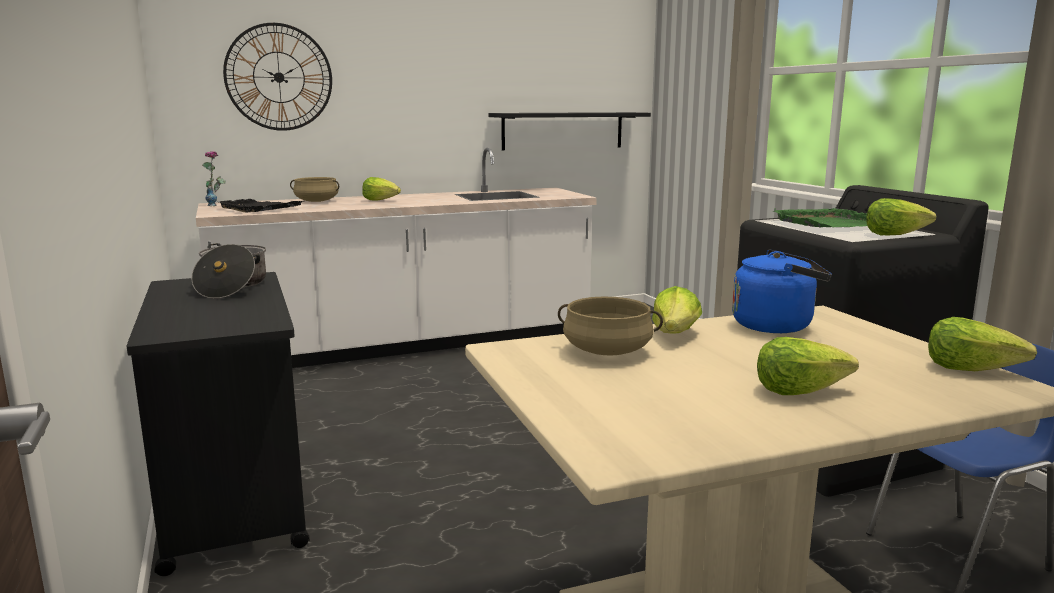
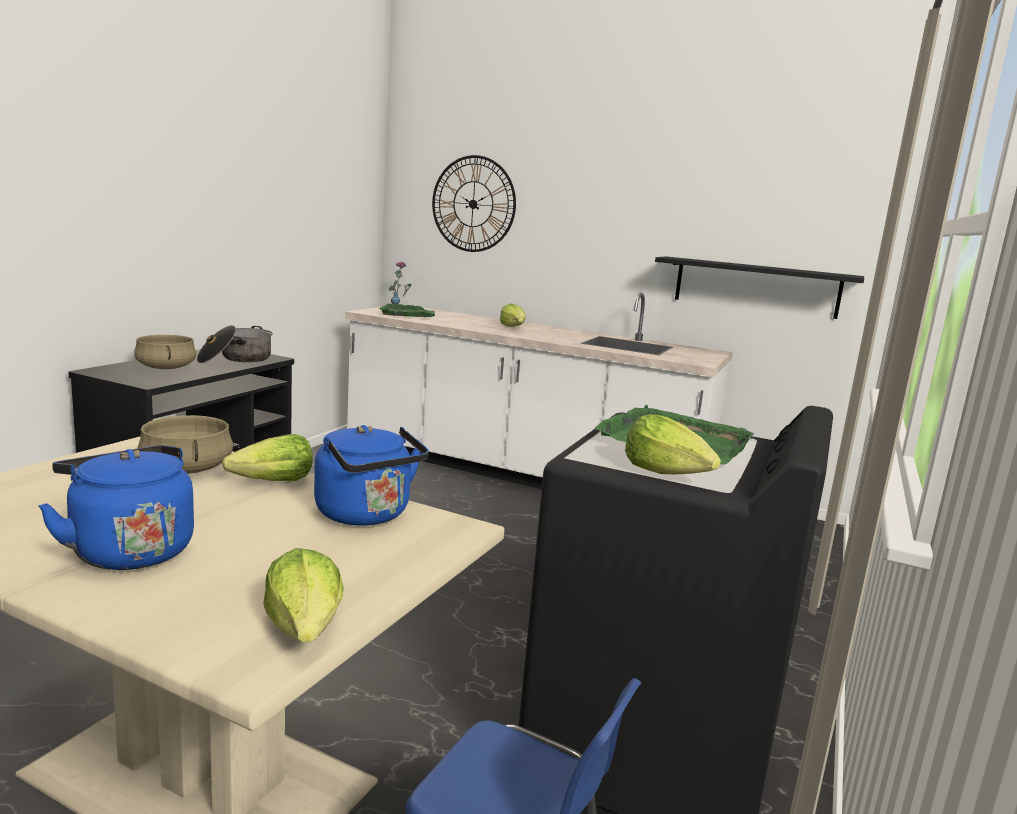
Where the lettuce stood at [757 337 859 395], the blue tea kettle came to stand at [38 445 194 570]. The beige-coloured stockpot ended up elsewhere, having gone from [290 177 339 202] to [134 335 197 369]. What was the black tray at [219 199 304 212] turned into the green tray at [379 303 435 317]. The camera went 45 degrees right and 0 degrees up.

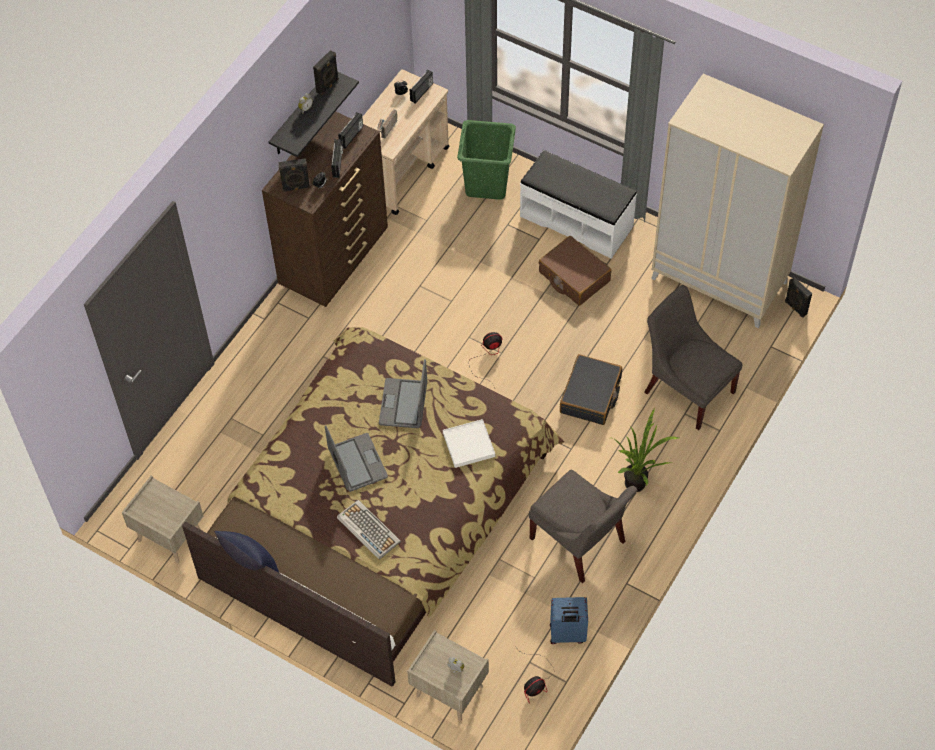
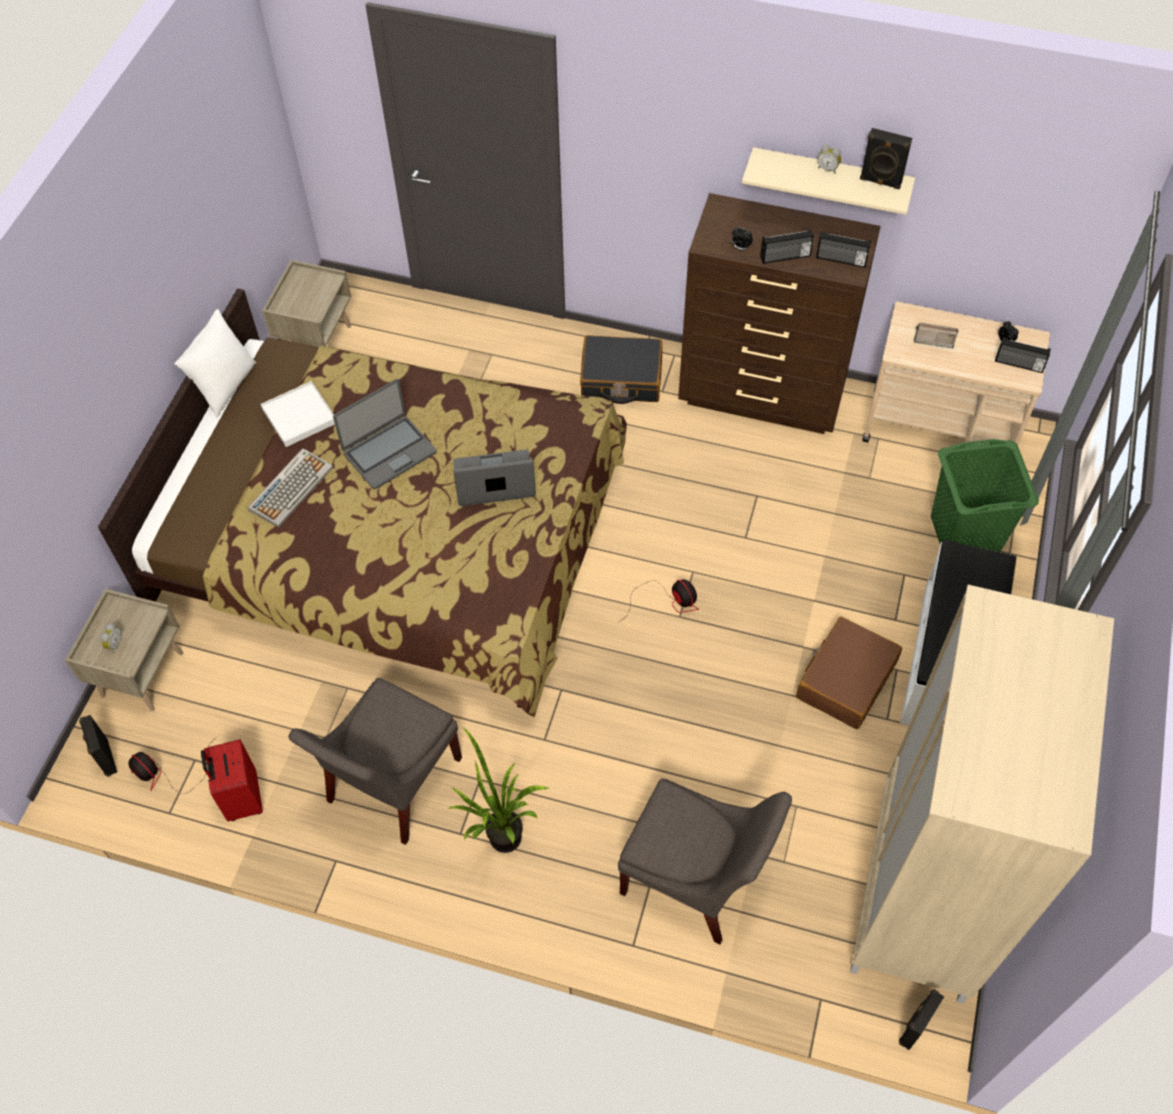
The black loudspeaker ended up elsewhere, having gone from [278 158 310 192] to [79 715 117 777]. What was the blue cushion at [215 531 279 573] turned into the white-coloured cushion at [175 309 256 418]. What was the blue piece of luggage at [550 597 588 644] turned into the red piece of luggage at [201 739 263 822]. The white-coloured tray ended up elsewhere, having gone from [443 419 495 468] to [261 381 335 447]. The black piece of luggage ended up elsewhere, having gone from [560 354 622 425] to [580 335 662 404]. The grey plain chair at [644 285 742 430] ended up facing another way, 90 degrees clockwise from before. What was the black shelf at [268 71 359 157] turned into the beige-coloured shelf at [742 147 915 215]. The camera went 75 degrees right and 0 degrees up.

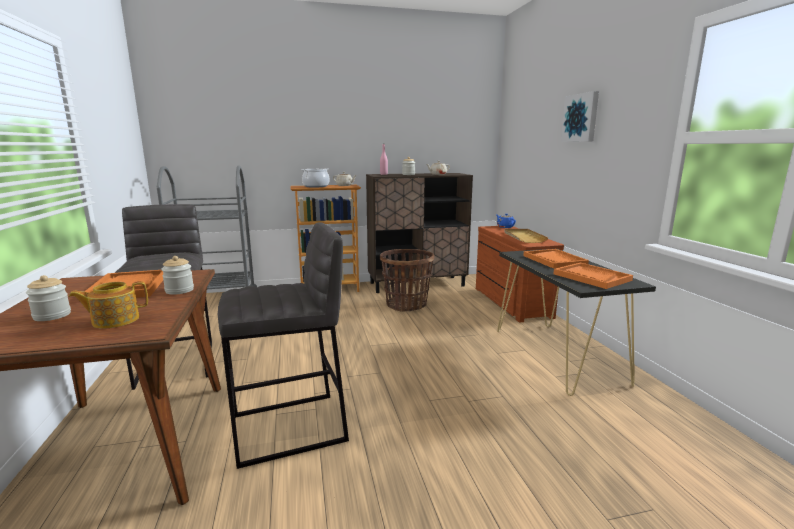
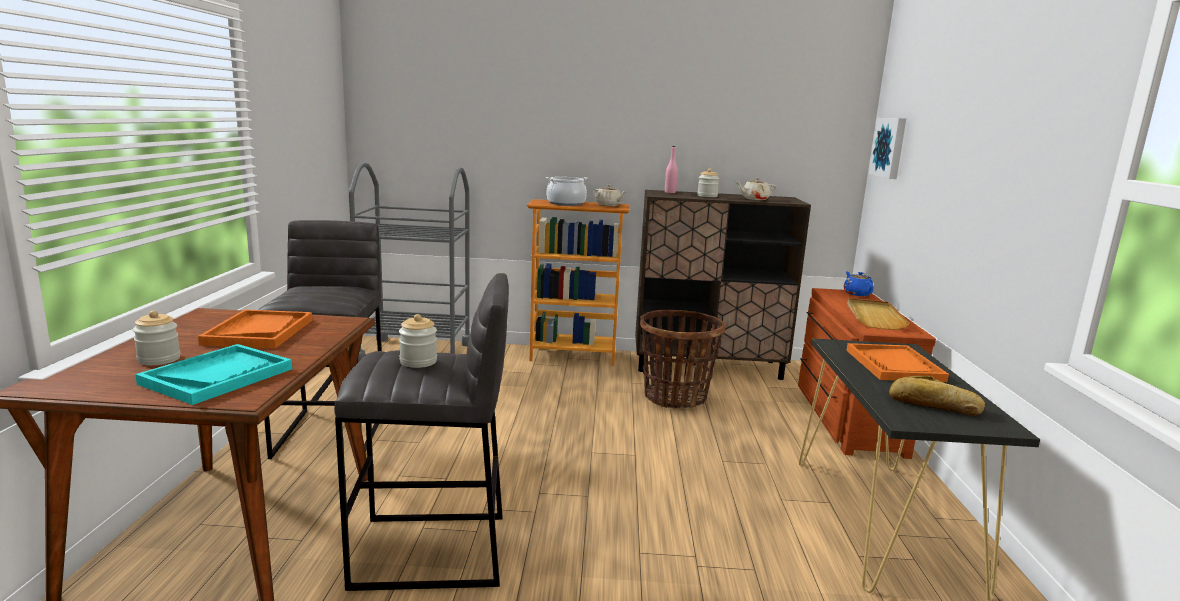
Where the teapot stood at [68 281 148 329], the turquoise tray came to stand at [135 344 292 405]. The preserve jar ended up elsewhere, having gone from [161 256 194 295] to [399 314 437 368]. The picture ended up elsewhere, having gone from [561 91 599 142] to [869 118 906 179]. Where the orange tray stood at [554 262 633 289], the baked bread came to stand at [889 376 985 416]. The camera went 15 degrees right and 0 degrees up.

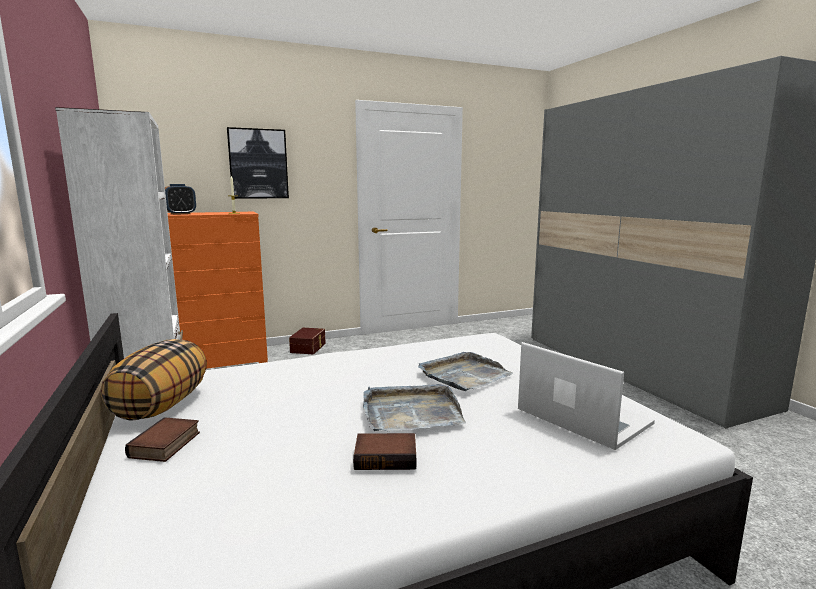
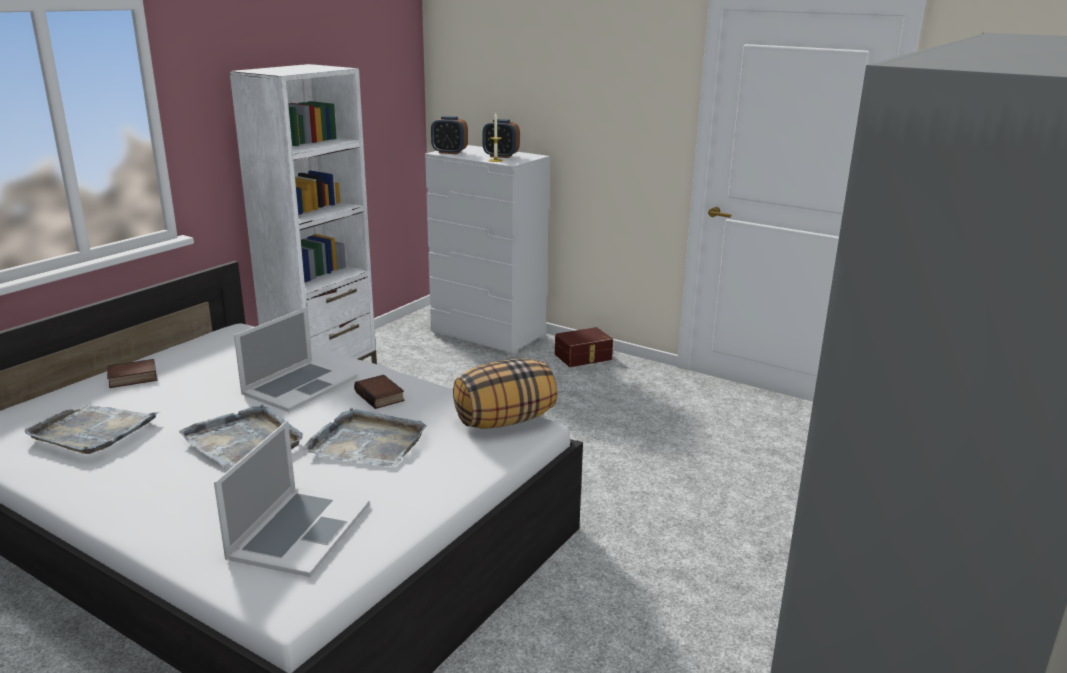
The second view gained the grey tray at [25 405 160 454]. The second view gained the portable computer at [234 307 357 412]. The bound book ended up elsewhere, having gone from [353 433 416 470] to [354 375 405 409]. What was the orange dresser at [168 212 268 369] turned into the white-coloured dresser at [425 145 550 355]. The cushion ended up elsewhere, having gone from [101 339 207 421] to [453 359 557 429]. The second view gained the alarm clock at [483 119 520 158]. The second view lost the picture at [227 127 289 199]. The camera went 55 degrees right and 10 degrees up.

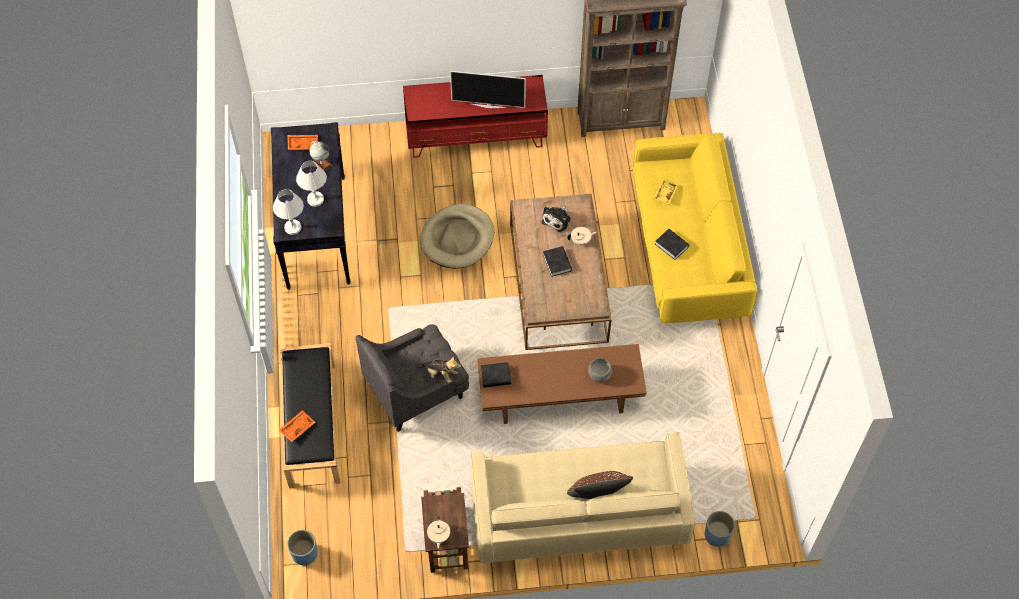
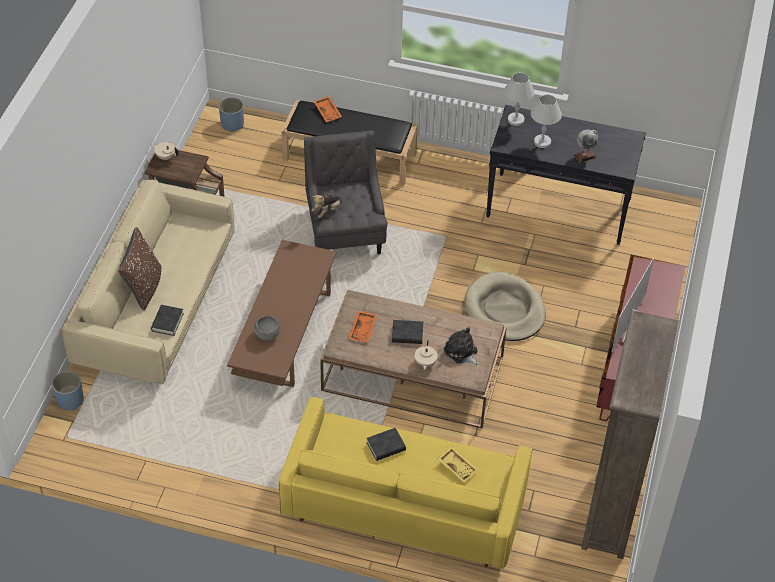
The black bound book ended up elsewhere, having gone from [480 362 511 388] to [151 305 184 336]. The orange tray ended up elsewhere, having gone from [287 135 318 150] to [349 311 377 343]. The camera went 110 degrees right and 10 degrees down.

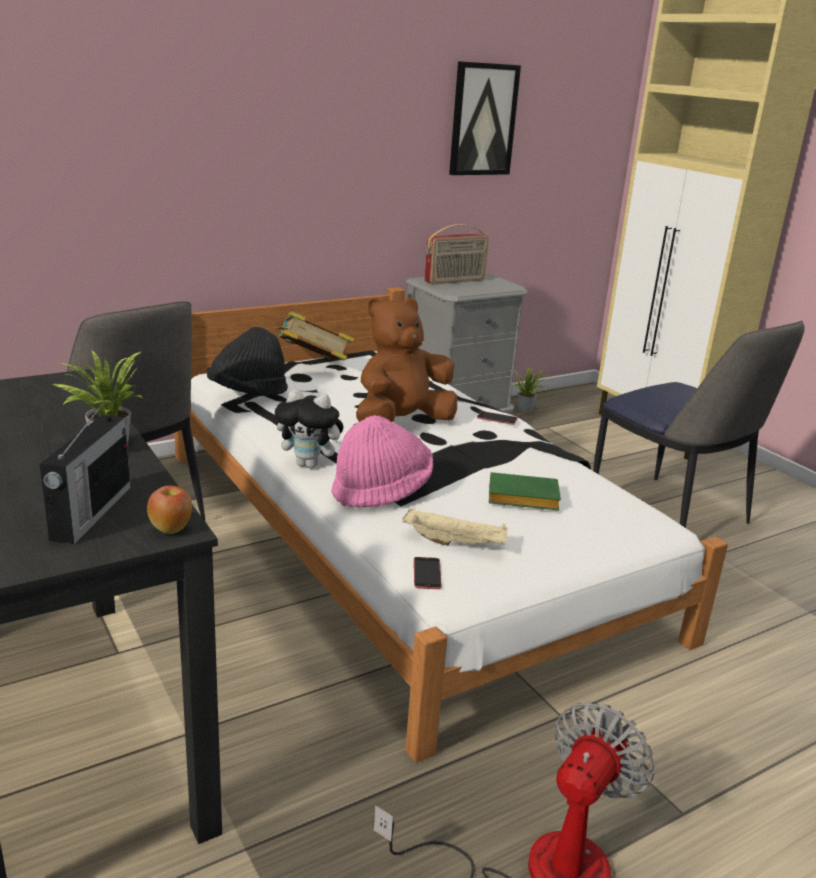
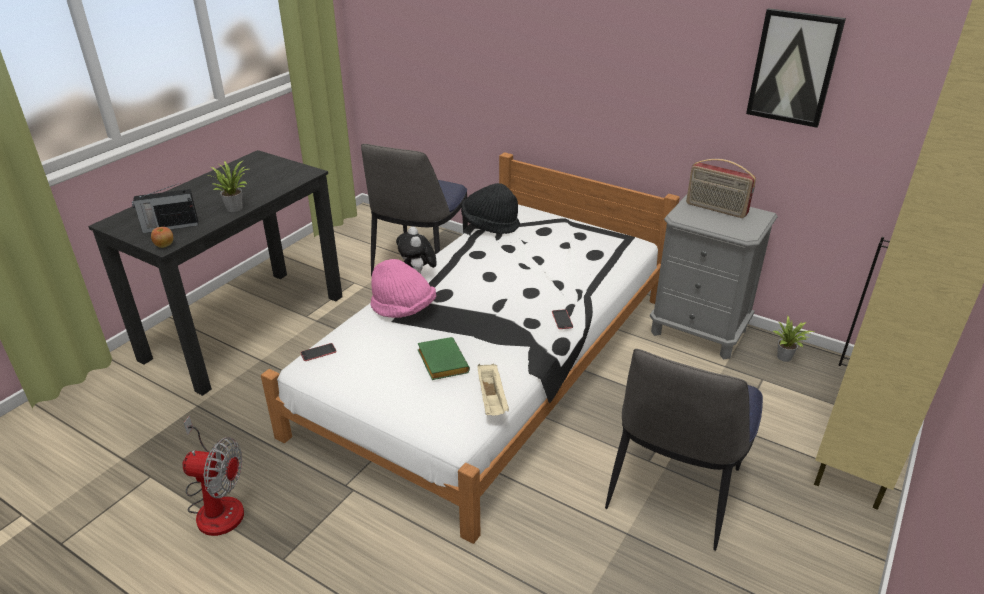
The beige-coloured tray ended up elsewhere, having gone from [402 508 508 546] to [477 364 509 416]. The second view lost the bound book at [274 311 354 360]. The second view lost the brown cuddly toy at [356 297 457 422]. The camera went 65 degrees right and 10 degrees up.

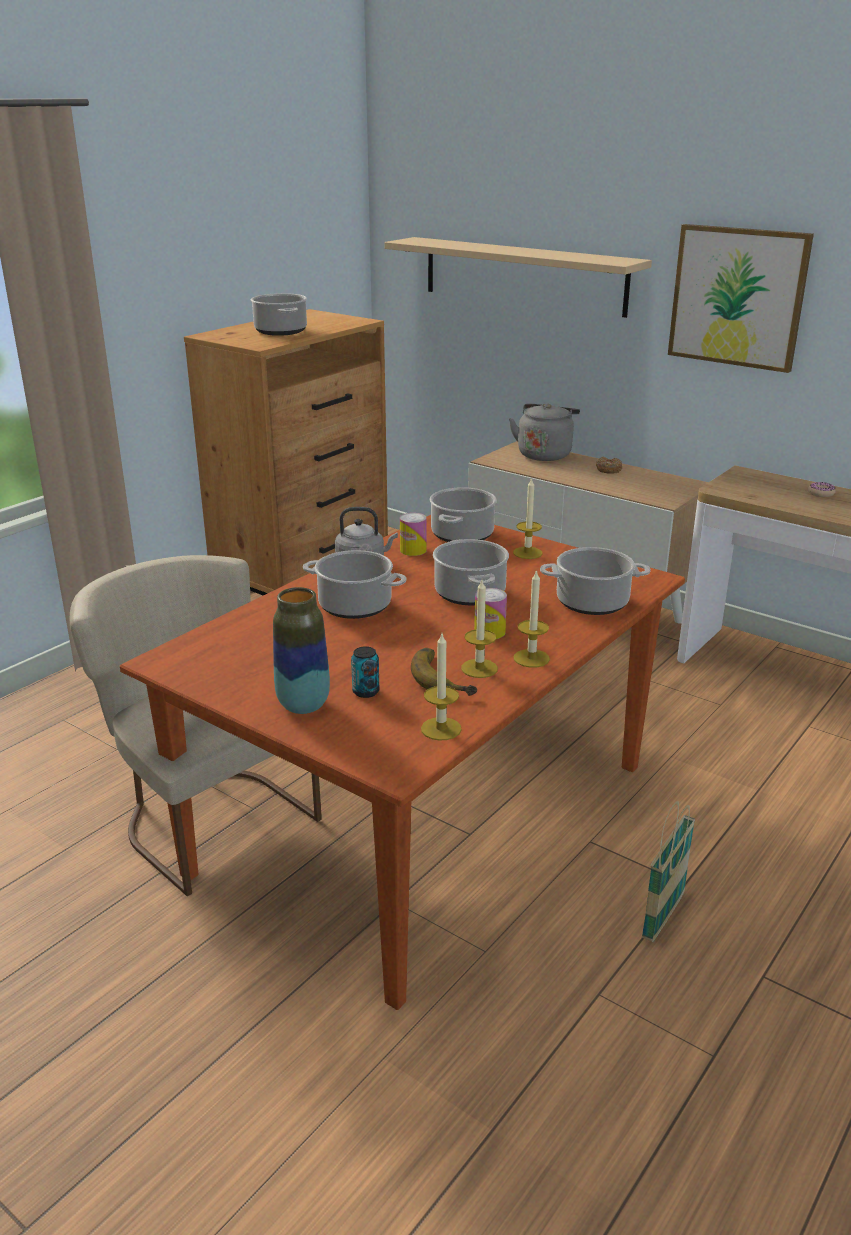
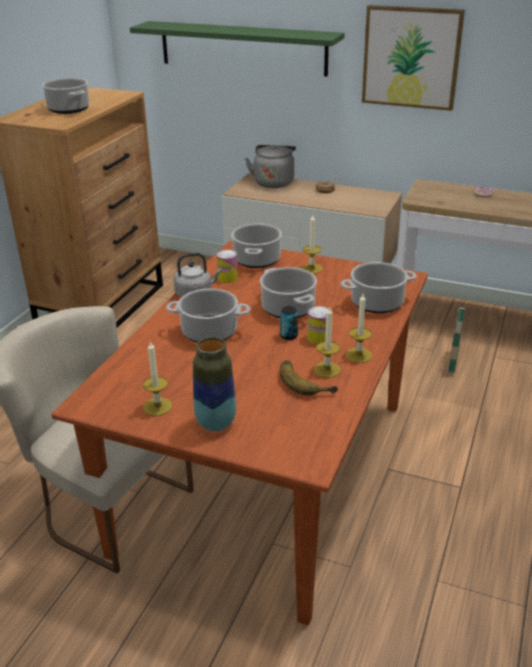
What was the beige-coloured shelf at [384 237 652 318] turned into the green shelf at [130 21 345 76]. The wax candle ended up elsewhere, having gone from [421 634 462 741] to [143 341 173 416]. The sealed can ended up elsewhere, having gone from [351 646 379 698] to [280 306 298 340]. The household basket ended up elsewhere, having gone from [642 801 695 942] to [448 302 465 374]. The camera went 15 degrees left and 5 degrees up.

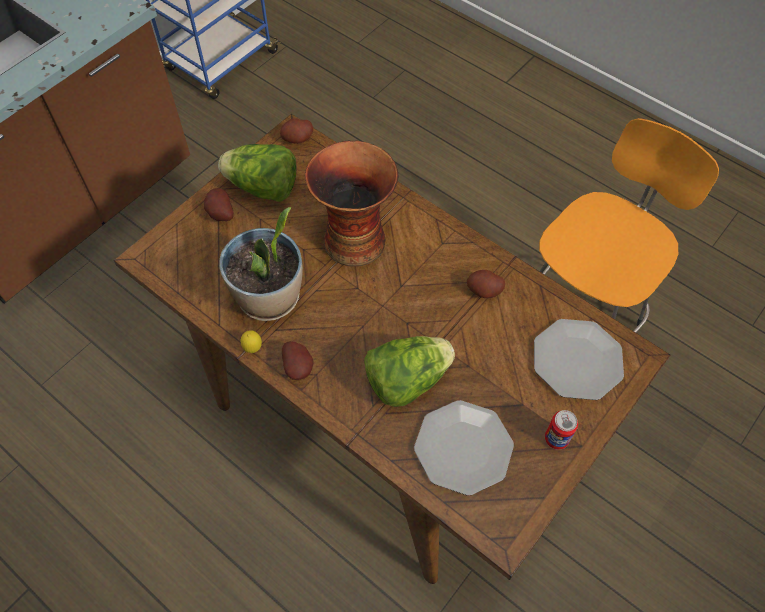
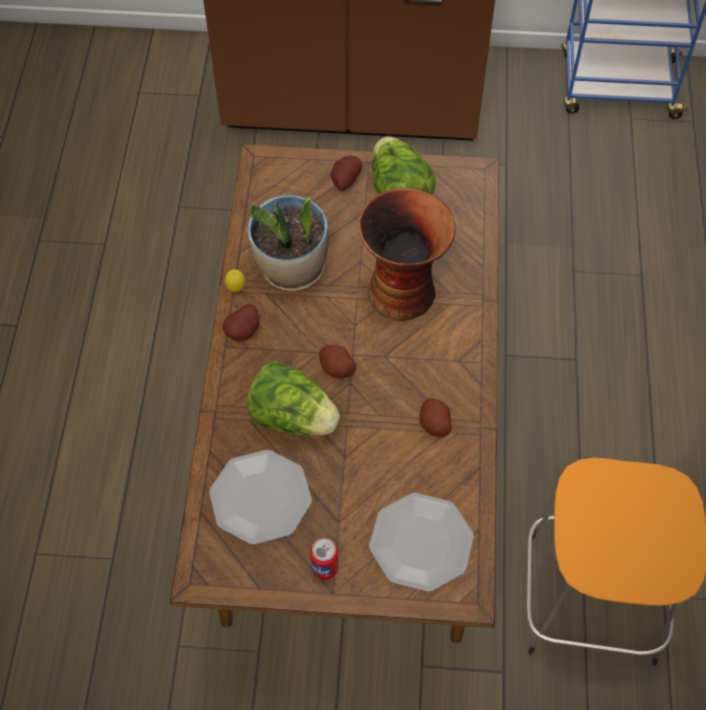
The potato ended up elsewhere, having gone from [280 118 313 144] to [319 345 356 378]. The camera went 55 degrees right and 0 degrees up.

